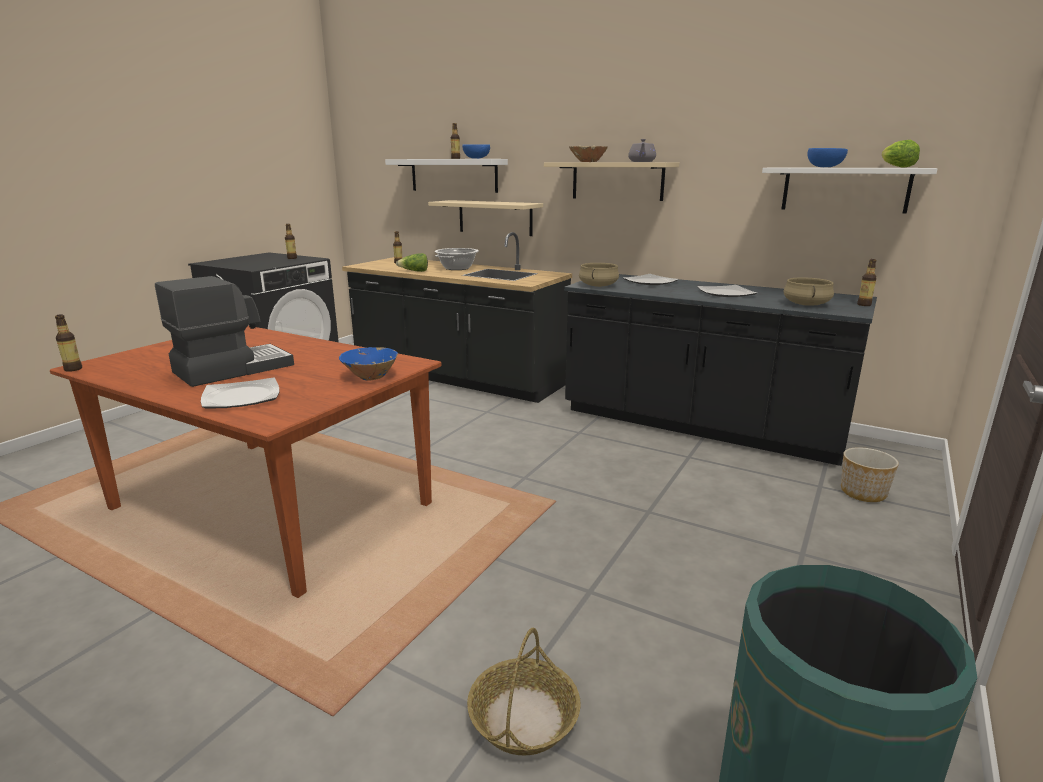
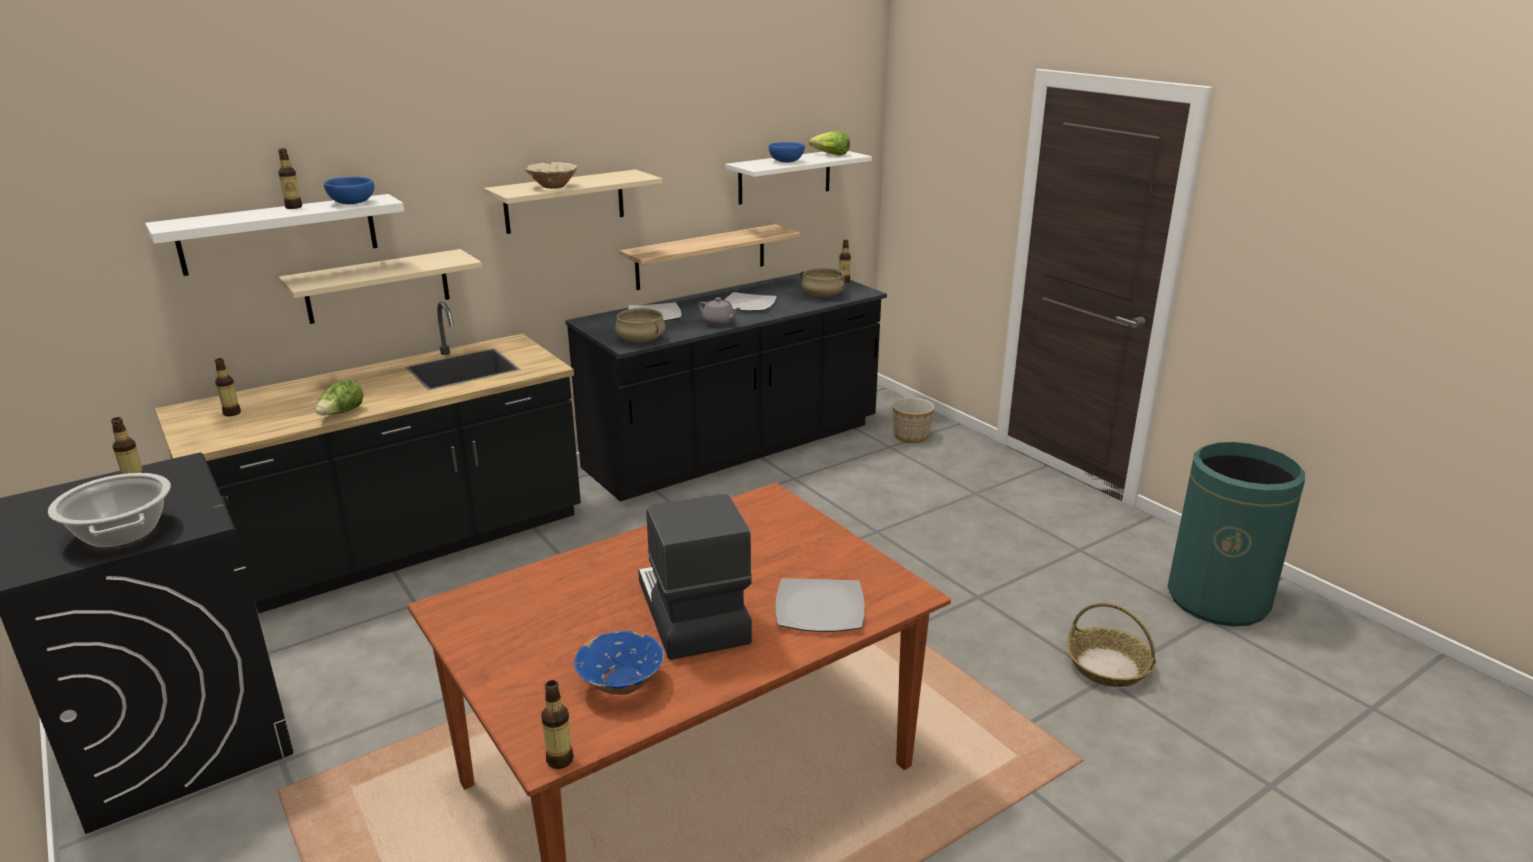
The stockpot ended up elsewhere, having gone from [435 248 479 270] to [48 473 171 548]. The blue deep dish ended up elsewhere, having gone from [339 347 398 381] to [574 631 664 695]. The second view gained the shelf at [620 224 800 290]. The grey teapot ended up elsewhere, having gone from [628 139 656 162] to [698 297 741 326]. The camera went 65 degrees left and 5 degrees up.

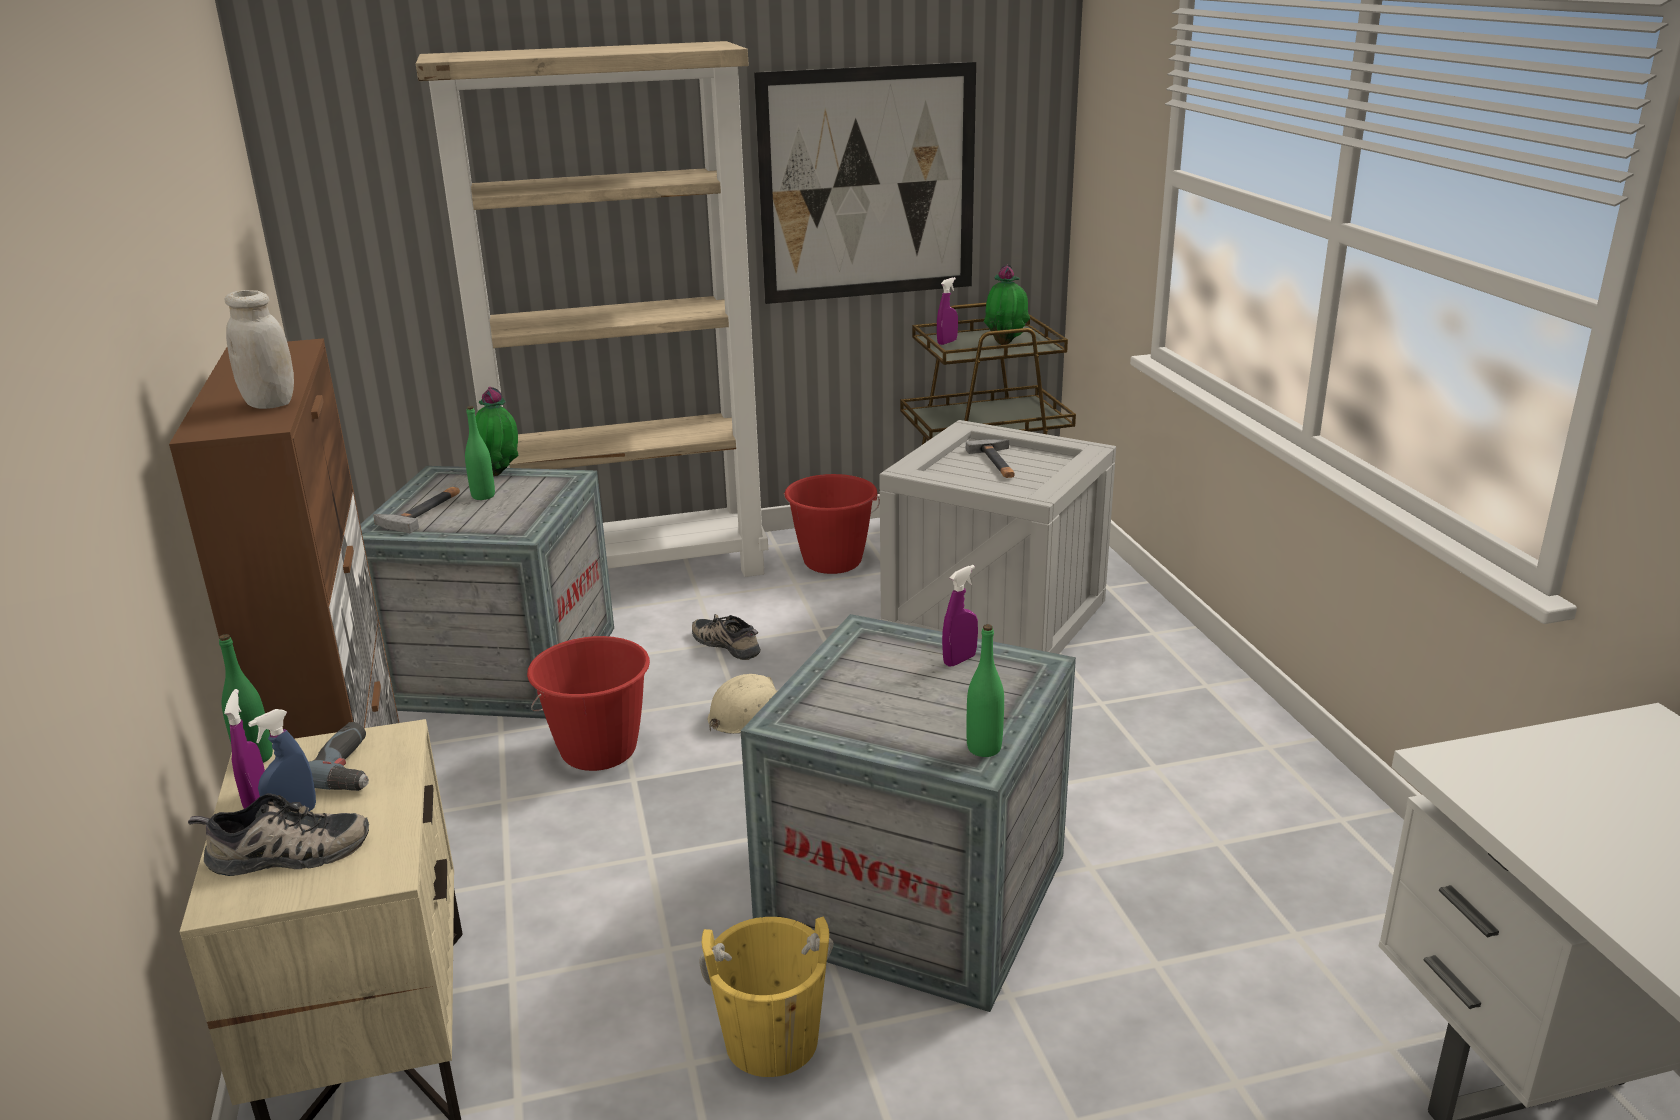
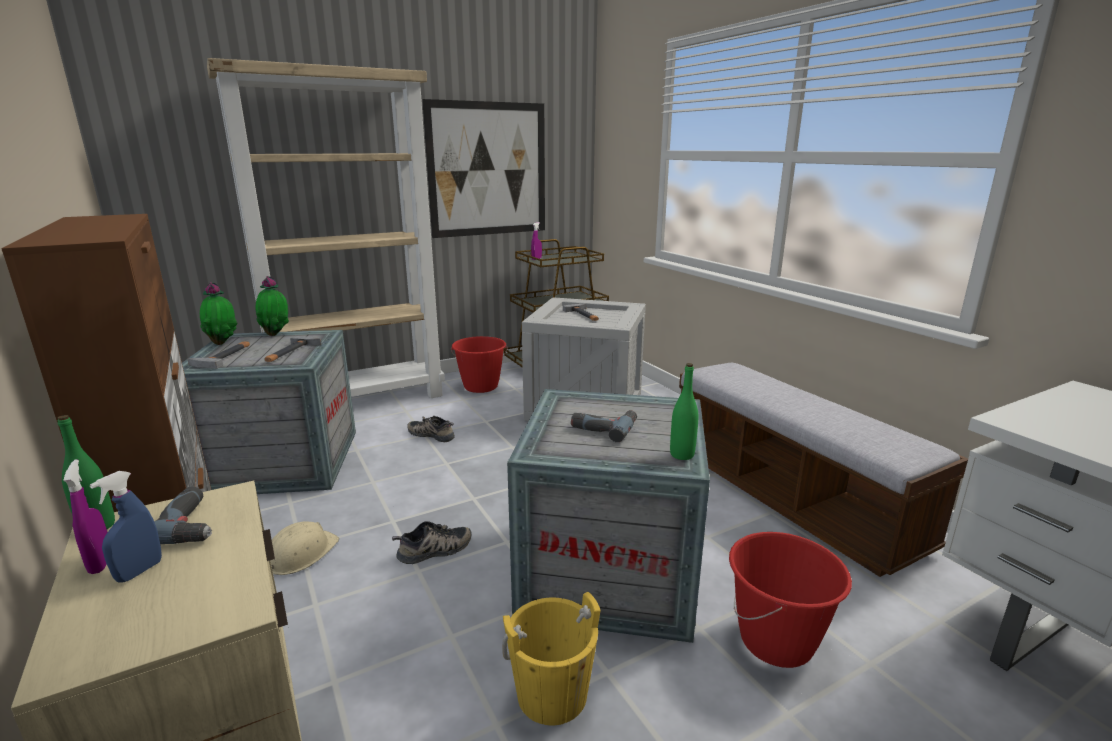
The potted plant ended up elsewhere, having gone from [984 265 1030 345] to [200 282 238 345]. The second view gained the hammer at [264 336 322 362]. The beige-coloured hard hat ended up elsewhere, having gone from [708 674 777 734] to [270 521 339 575]. The low shoe ended up elsewhere, having gone from [188 793 369 876] to [392 521 471 564]. The second view gained the electric drill at [571 410 637 442]. The second view gained the long seat at [679 363 968 577]. The red pail ended up elsewhere, having gone from [527 636 650 771] to [729 532 852 668]. The second view lost the white-coloured preserve jar at [224 290 294 409]. The second view lost the green bottle at [465 406 495 500]. The second view lost the purple spray bottle at [942 565 978 667]. The camera went 15 degrees left and 5 degrees down.

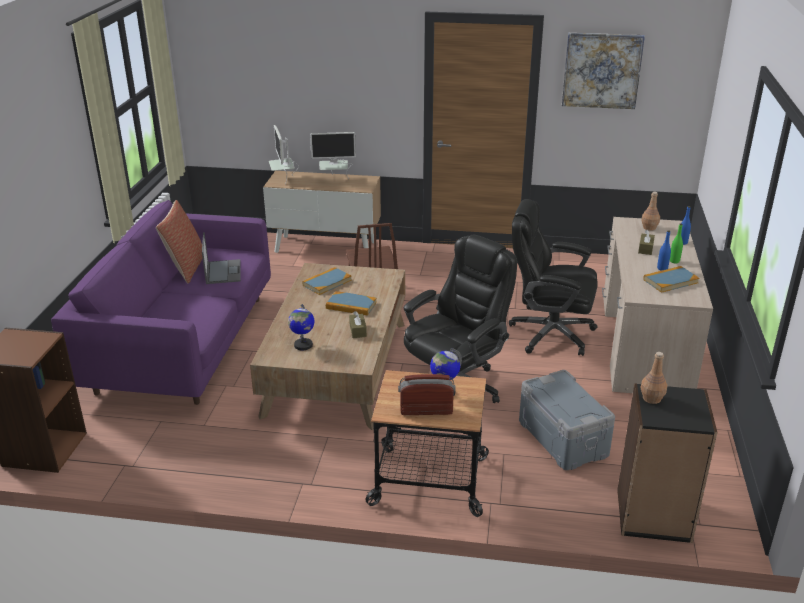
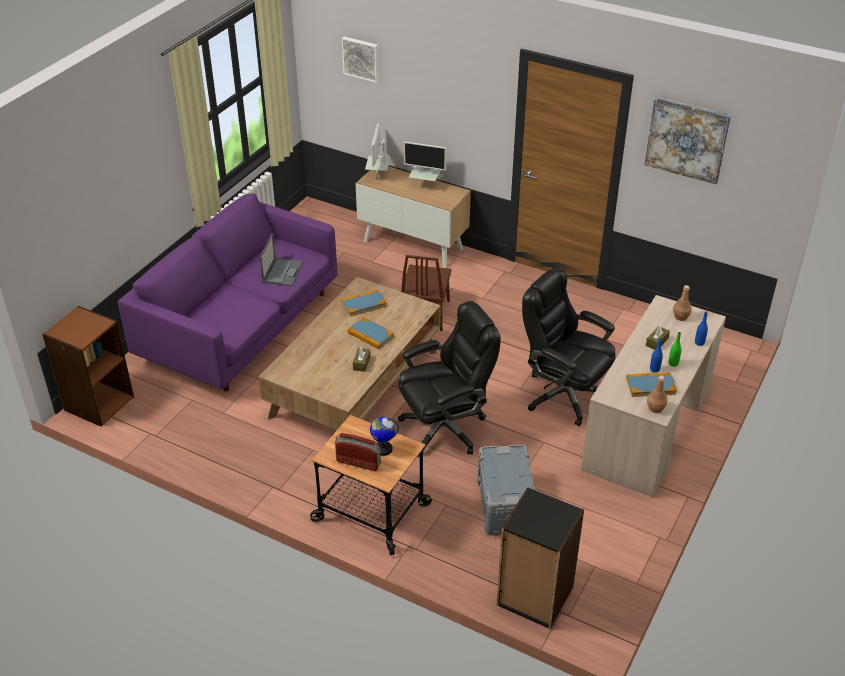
The second view gained the picture at [342 36 379 83]. The brown bottle ended up elsewhere, having gone from [640 352 667 404] to [647 376 668 413]. The second view lost the cushion at [156 200 202 284]. The second view lost the world globe at [288 304 314 350]. The camera went 20 degrees right and 10 degrees up.

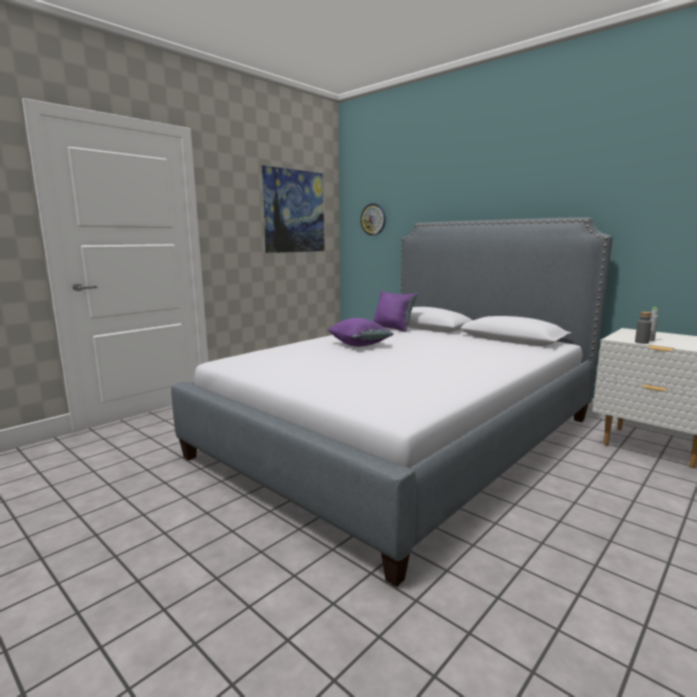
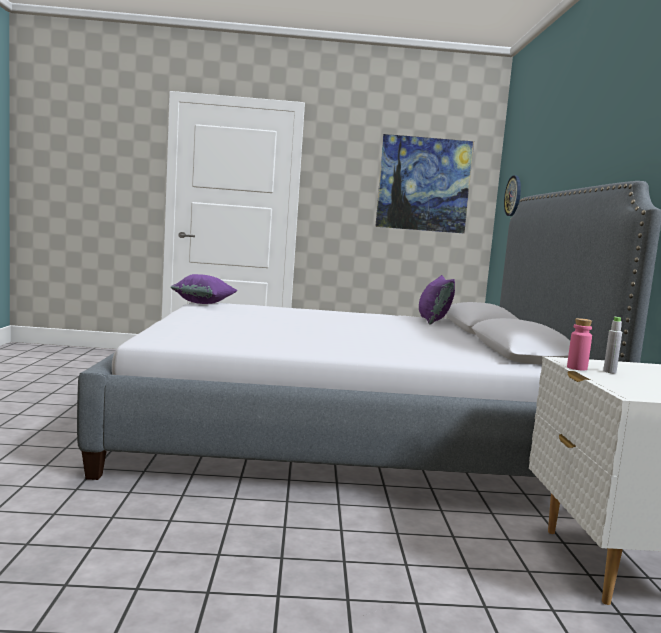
The purple cushion ended up elsewhere, having gone from [328 318 394 347] to [171 274 238 304]. What was the grey bottle at [635 312 652 344] turned into the pink-coloured bottle at [567 318 592 371]. The camera went 45 degrees right and 5 degrees down.

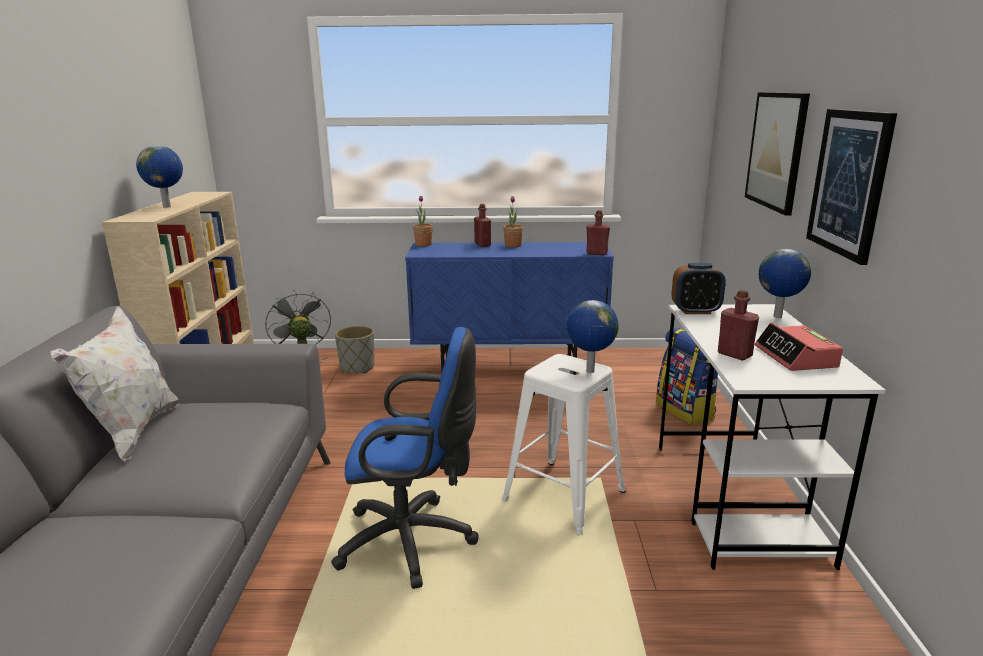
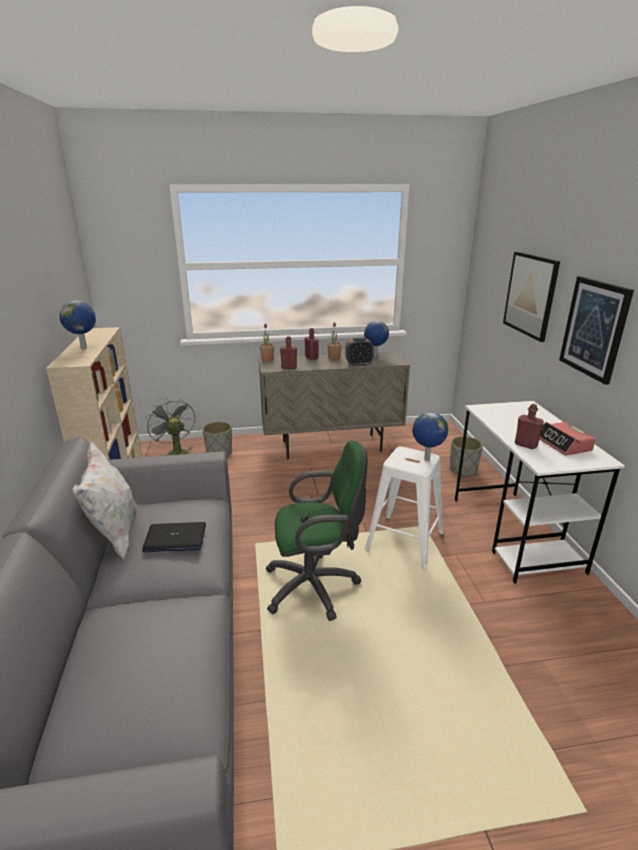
The second view gained the portable computer at [142 522 206 552]. What was the blue storage cabinet at [405 242 614 375] turned into the beige-coloured storage cabinet at [258 351 410 459]. What was the blue computer chair at [331 327 479 589] turned into the green computer chair at [266 441 368 621]. The red bottle ended up elsewhere, having gone from [586 210 610 255] to [280 336 297 369]. The alarm clock ended up elsewhere, having gone from [671 263 726 314] to [345 337 374 367]. The world globe ended up elsewhere, having gone from [759 249 811 318] to [364 321 389 357]. Where the backpack stood at [656 327 718 425], the grey plant pot came to stand at [450 436 483 477]. The camera went 10 degrees left and 5 degrees up.

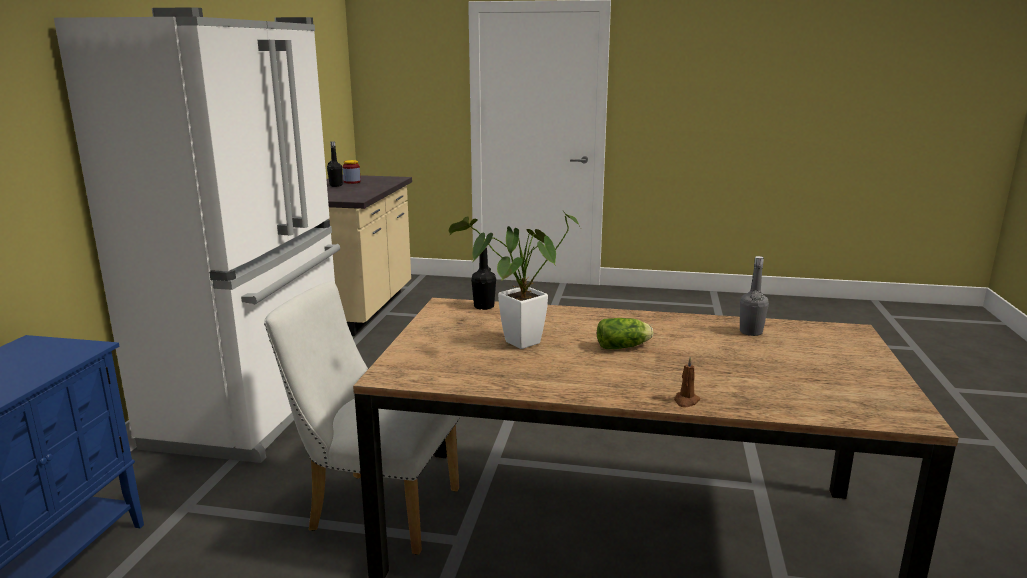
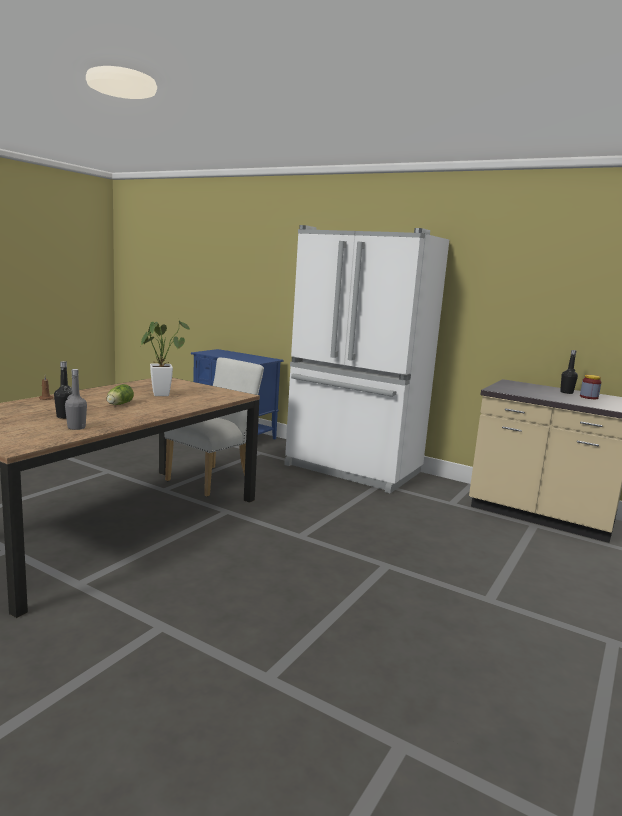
The black bottle ended up elsewhere, having gone from [471 237 496 310] to [54 361 72 419]. The camera went 110 degrees right and 5 degrees down.

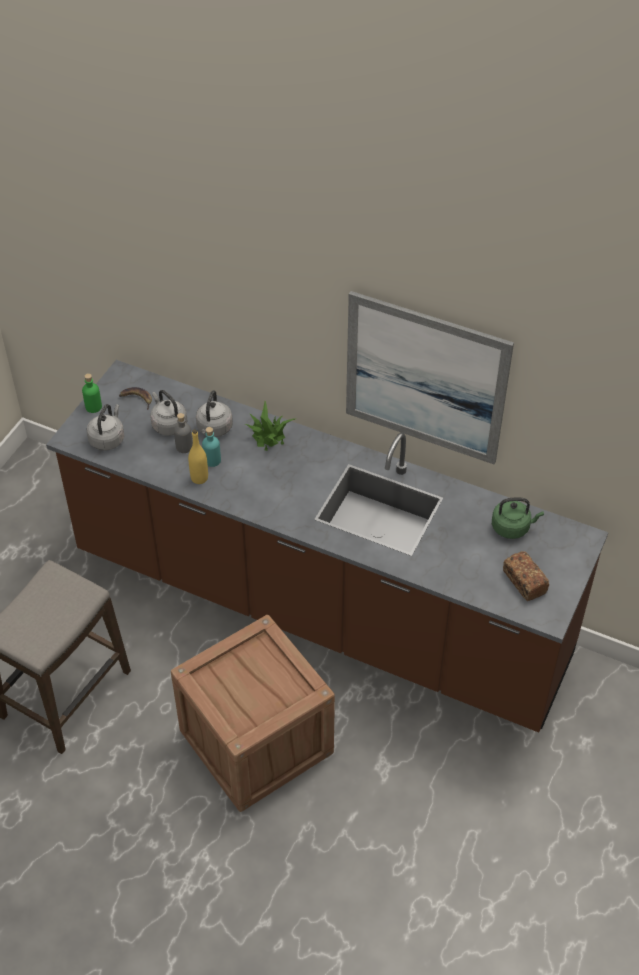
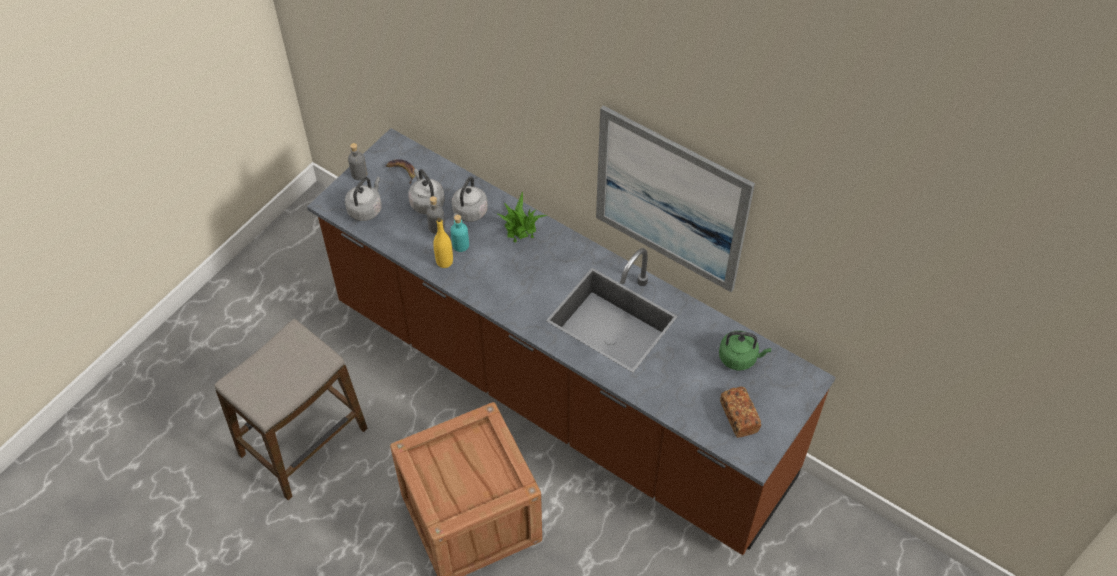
What was the green bottle at [82 373 102 413] turned into the grey bottle at [348 143 367 180]. The camera went 10 degrees right and 5 degrees up.

